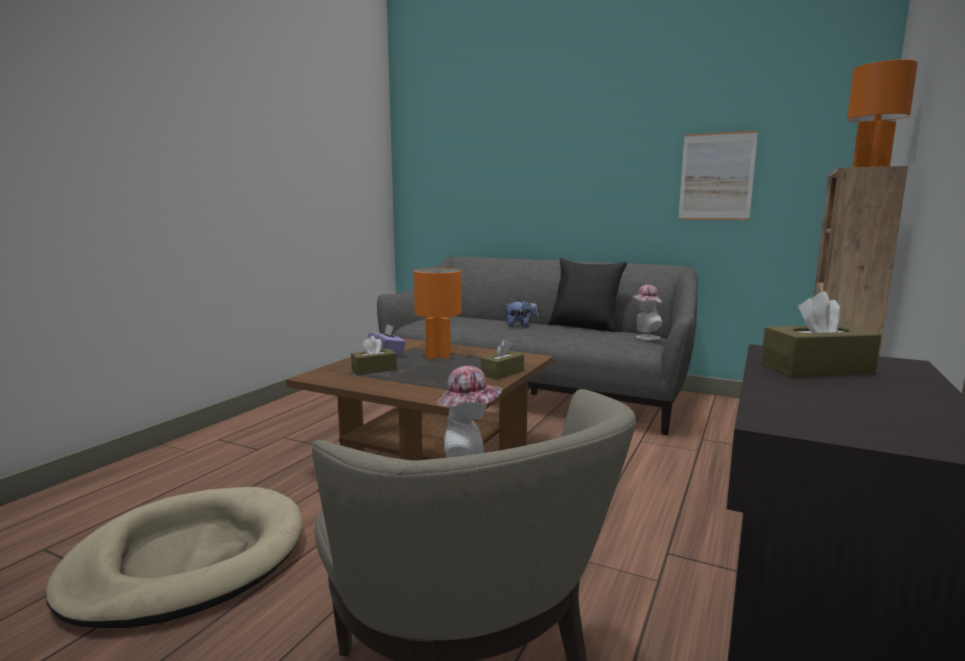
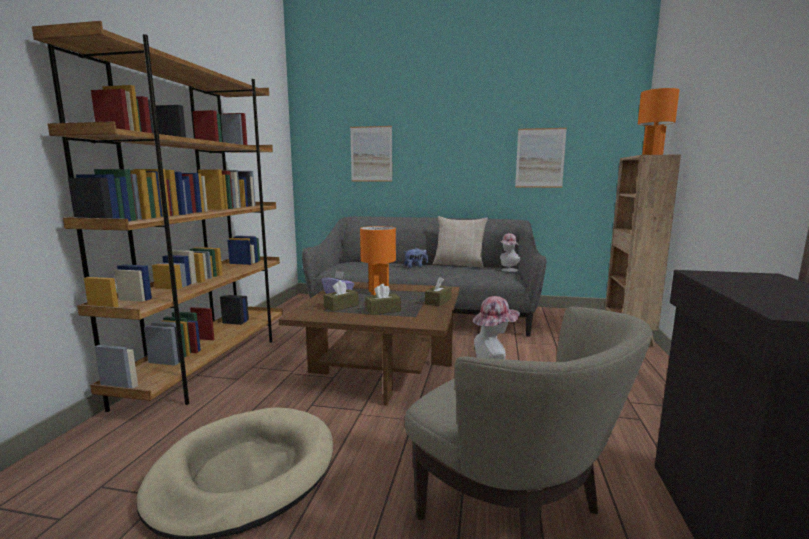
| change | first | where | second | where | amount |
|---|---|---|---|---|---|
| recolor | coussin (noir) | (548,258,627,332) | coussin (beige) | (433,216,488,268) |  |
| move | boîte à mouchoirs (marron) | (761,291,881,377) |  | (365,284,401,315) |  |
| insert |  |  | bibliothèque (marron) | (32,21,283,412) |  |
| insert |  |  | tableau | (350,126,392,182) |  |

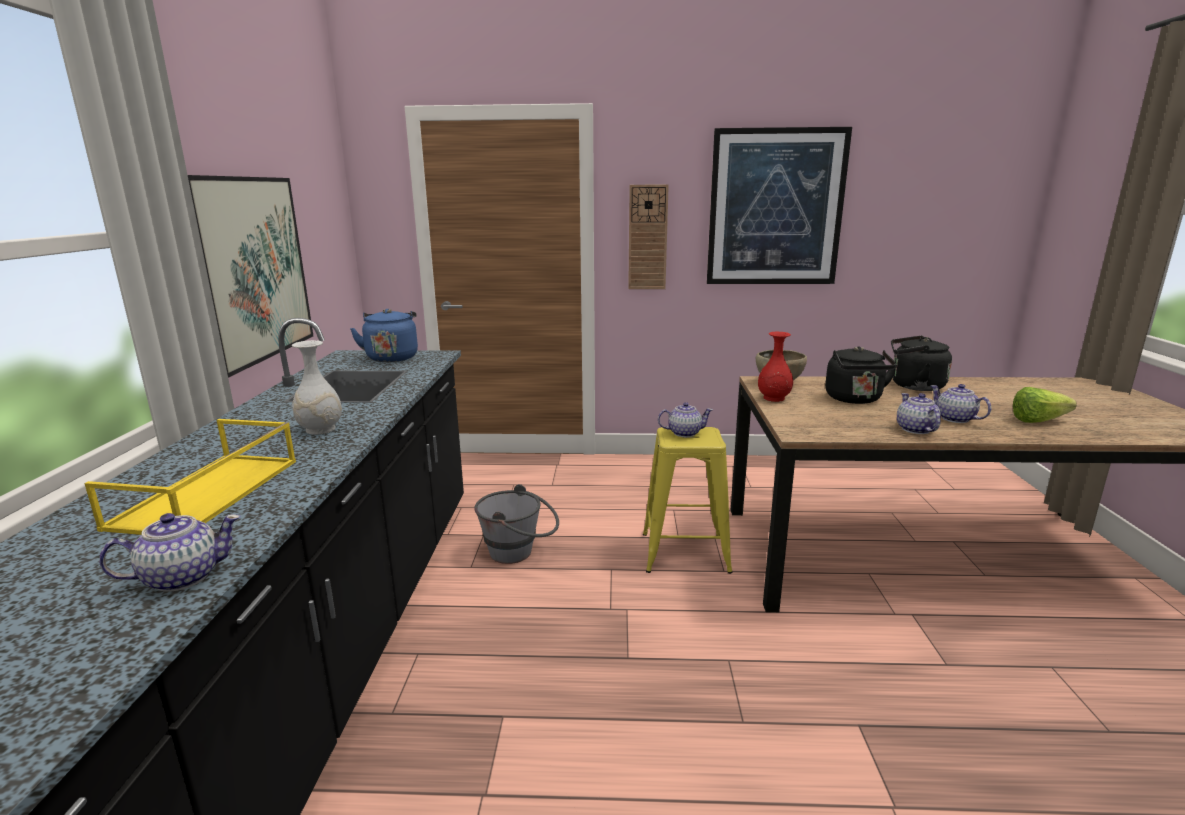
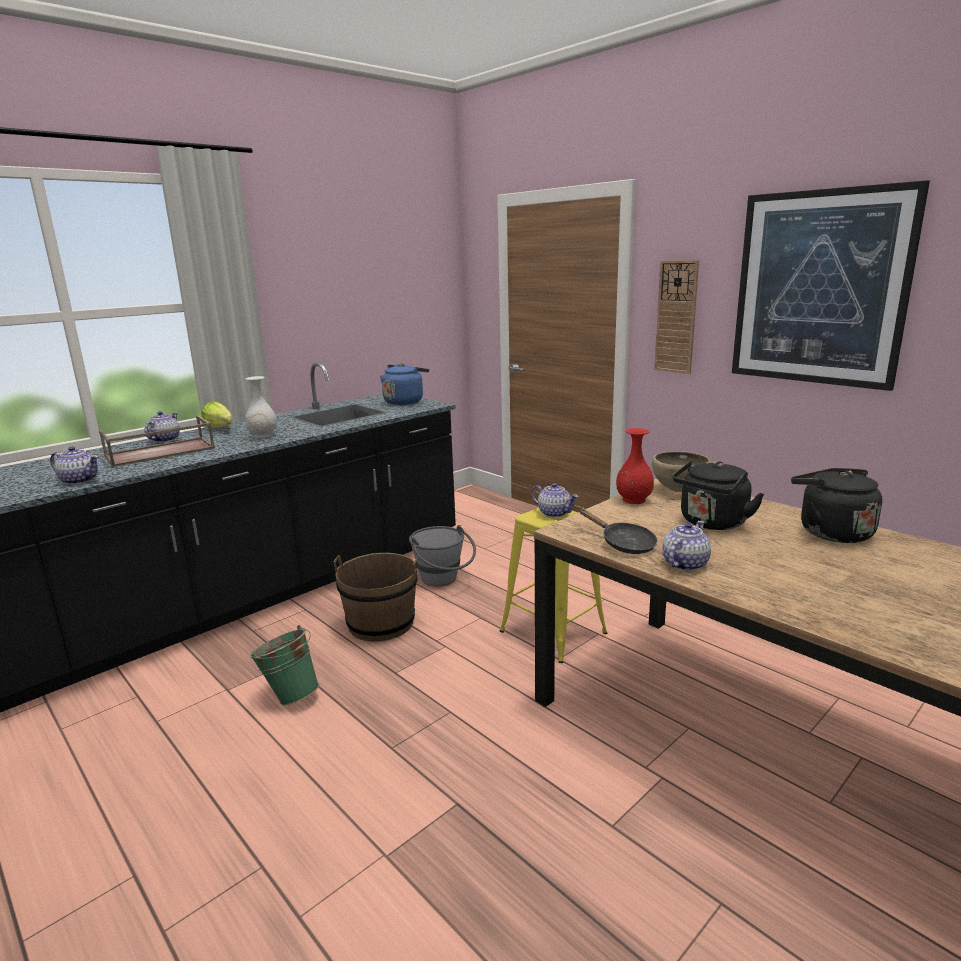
| change | first | where | second | where | amount |
|---|---|---|---|---|---|
| recolor | plateau (jaune) | (84,419,296,535) | plateau (marron) | (99,415,215,467) |  |
| delete | tableau | (188,175,313,378) |  |  |  |
| move | théière | (931,384,991,423) |  | (145,411,180,442) |  |
| move | laitue | (1013,387,1077,423) |  | (201,401,232,429) |  |
| insert |  |  | seau (vert) | (250,625,319,705) |  |
| insert |  |  | seau (marron) | (333,553,418,641) |  |
| insert |  |  | poêle (noir) | (579,509,657,554) |  |

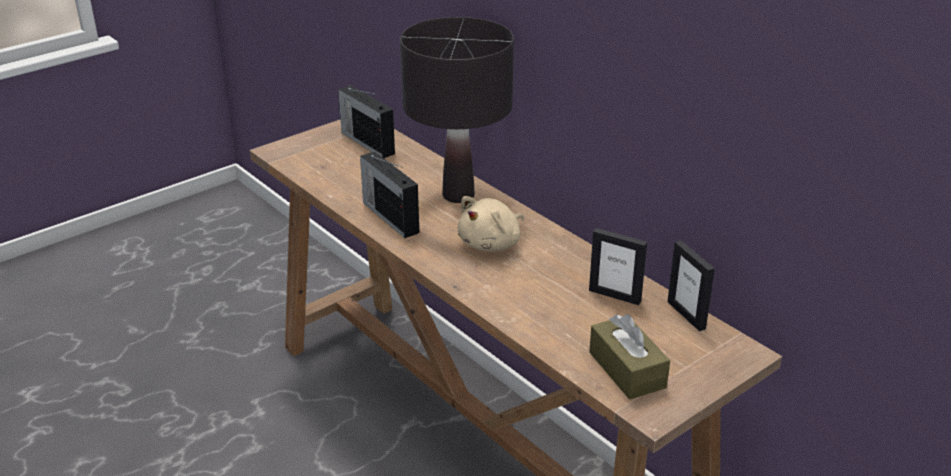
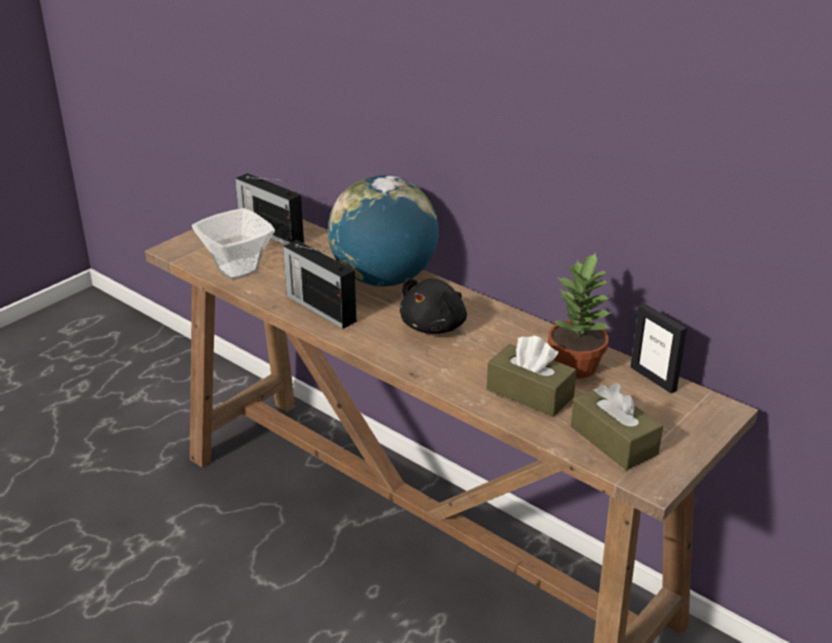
| change | first | where | second | where | amount |
|---|---|---|---|---|---|
| replace | lampe de table (noir) | (400,17,514,203) | globe | (328,175,439,286) |  |
| recolor | peluche (beige) | (458,196,524,251) | peluche (noir) | (400,278,467,334) |  |
| replace | cadre photo | (589,228,647,305) | plante en pot | (548,252,612,379) |  |
| insert |  |  | bol | (192,208,275,280) |  |
| insert |  |  | boîte à mouchoirs (marron) | (487,335,577,417) |  |

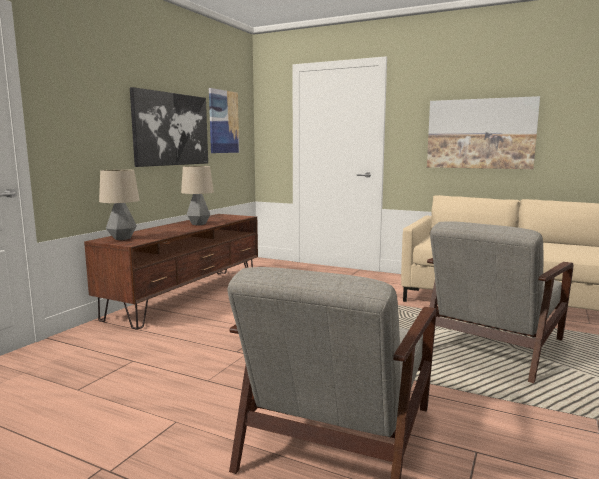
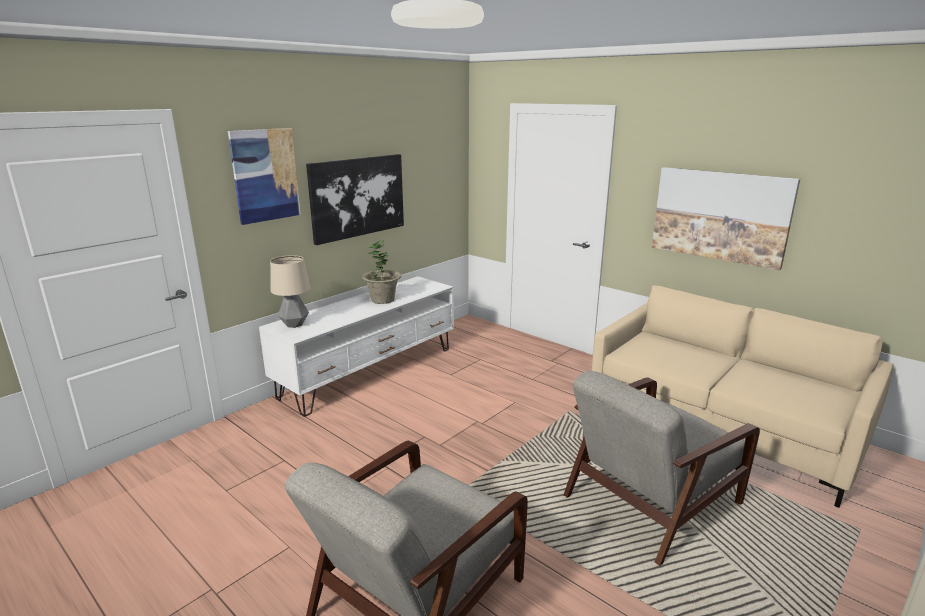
| change | first | where | second | where | amount |
|---|---|---|---|---|---|
| recolor | meuble télé (marron) | (84,214,258,330) | meuble télé (blanc) | (259,276,454,417) |  |
| replace | lampe de table | (181,166,214,225) | plante en pot | (362,240,401,304) |  |
| move | tableau | (209,88,239,153) |  | (228,128,301,225) |  |

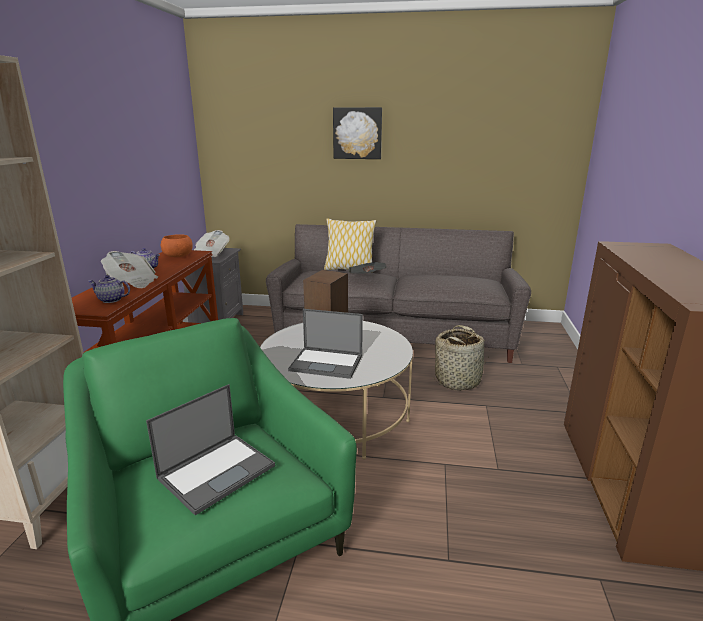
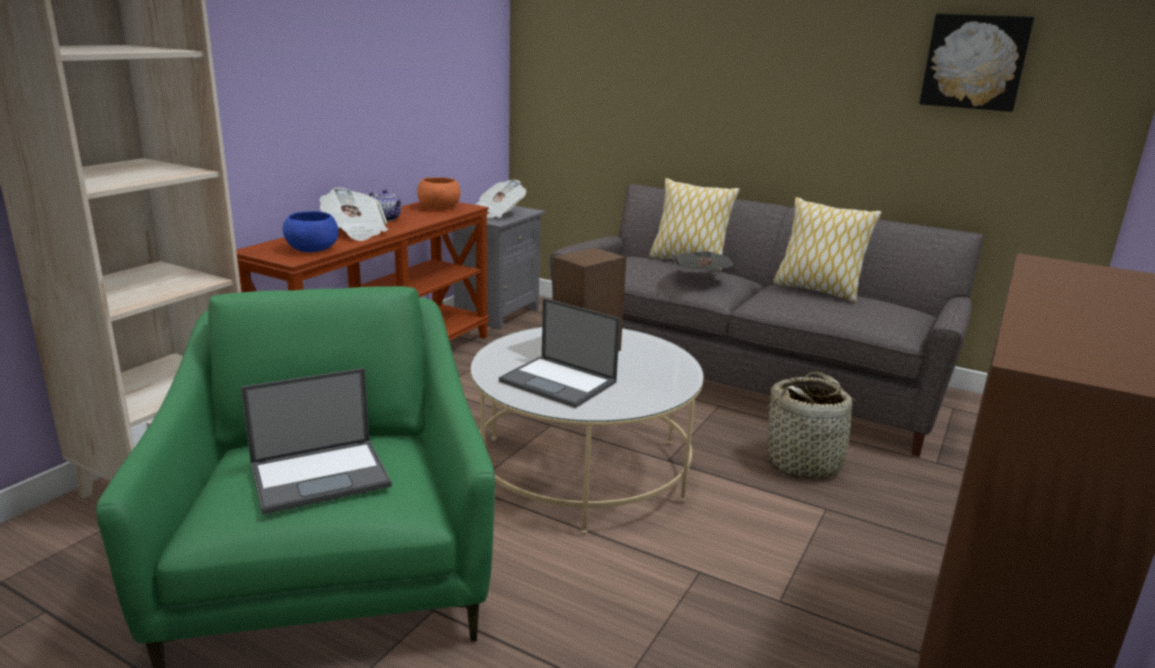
| change | first | where | second | where | amount |
|---|---|---|---|---|---|
| replace | théière | (88,275,130,303) | bol (bleu) | (283,211,338,252) |  |
| move | tableau | (333,107,382,159) |  | (919,14,1034,112) |  |
| insert |  |  | coussin | (773,197,882,303) |  |

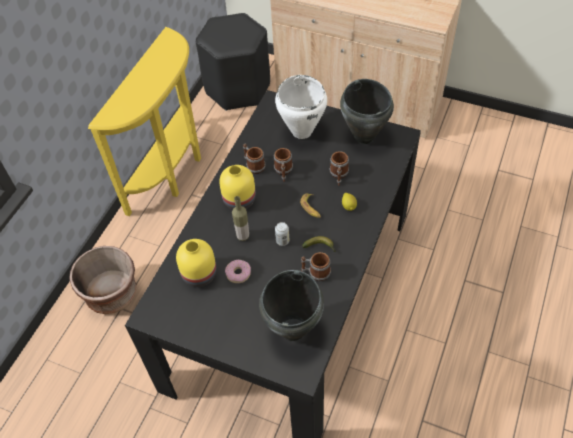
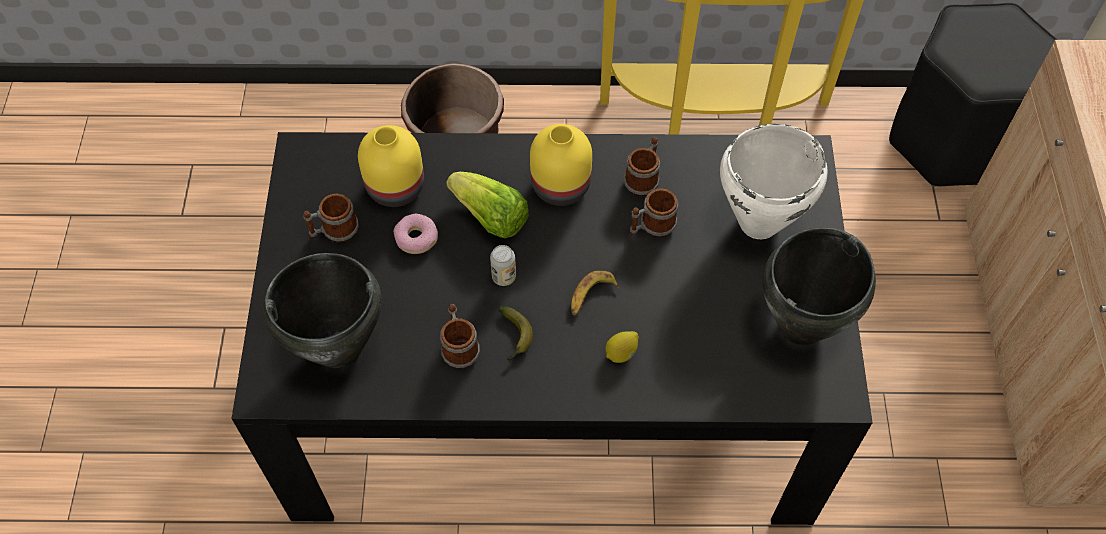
| change | first | where | second | where | amount |
|---|---|---|---|---|---|
| replace | bouteille | (232,196,249,241) | laitue | (446,172,529,238) |  |
| move | mug | (330,151,349,185) |  | (303,193,359,243) |  |

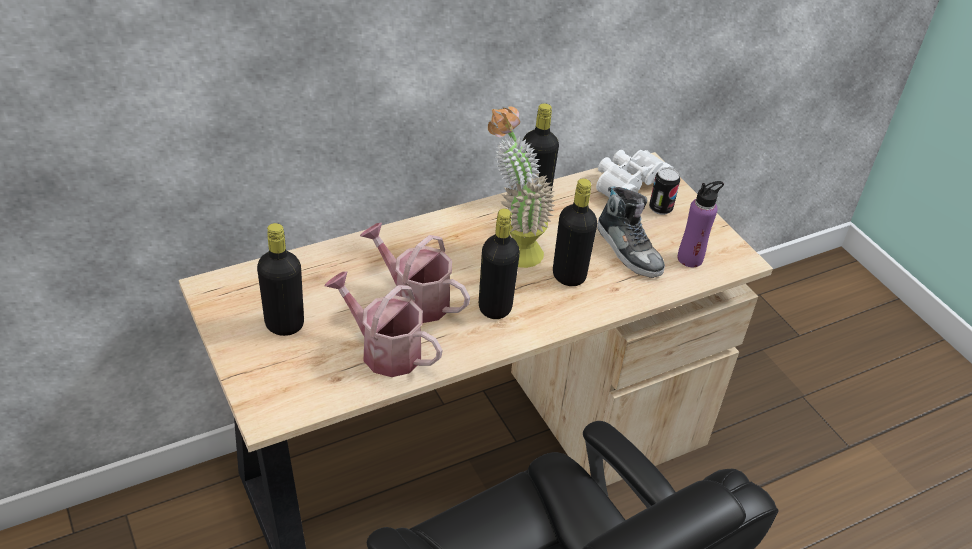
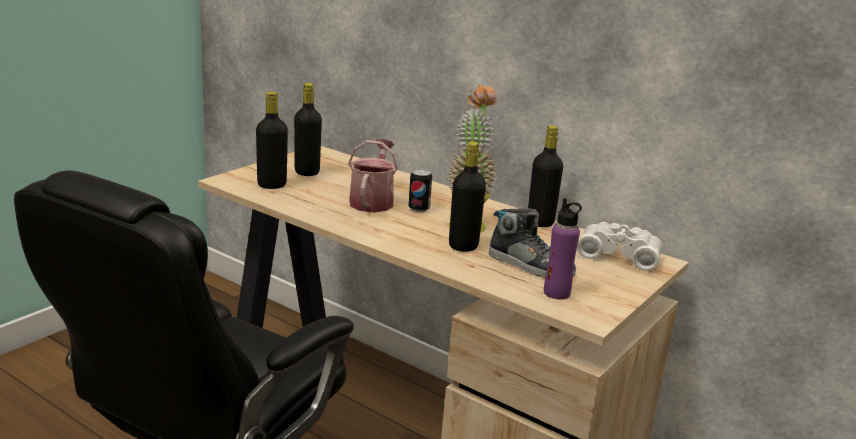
| change | first | where | second | where | amount |
|---|---|---|---|---|---|
| delete | arrosoir | (324,271,442,377) |  |  |  |
| move | bouteille (noir) | (479,208,520,319) |  | (256,92,288,189) |  |
| rotate | chaussure | (597,186,665,278) |  | (489,208,576,278) | 90 degrees counterclockwise |
| move | boîte métallique | (649,167,680,215) |  | (408,169,432,212) |  |

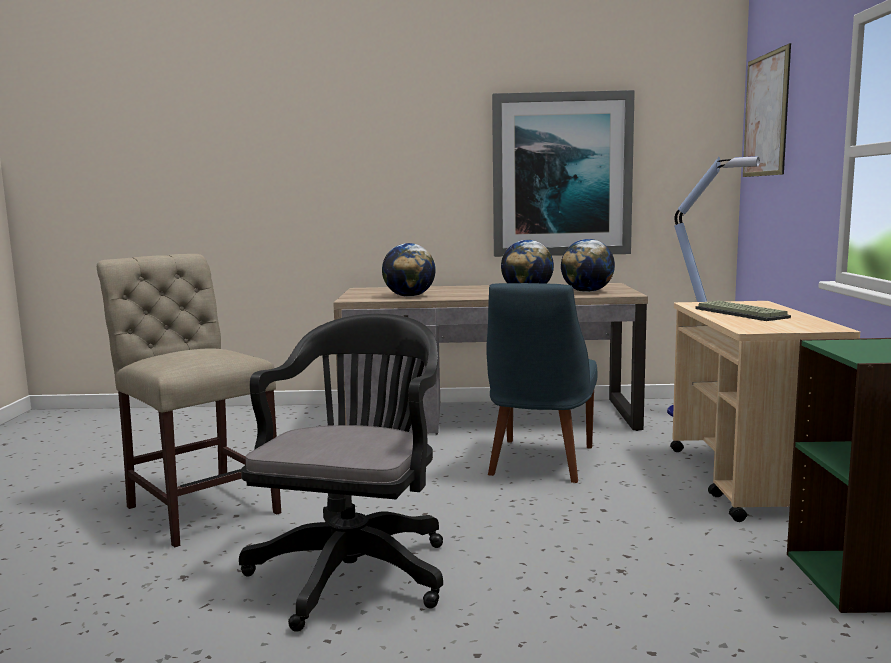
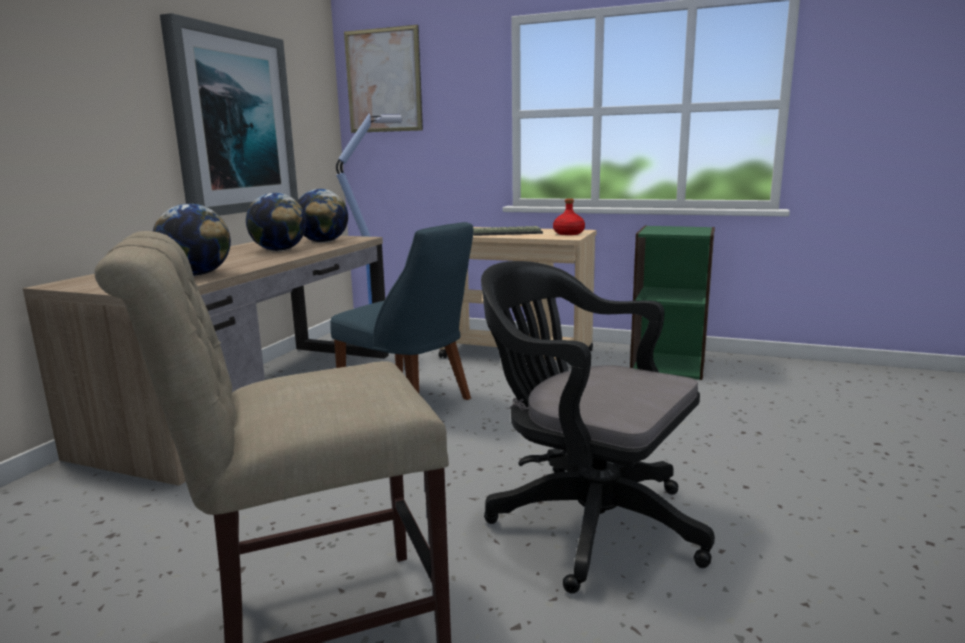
| change | first | where | second | where | amount |
|---|---|---|---|---|---|
| insert |  |  | bouteille (rouge) | (553,199,585,235) |  |

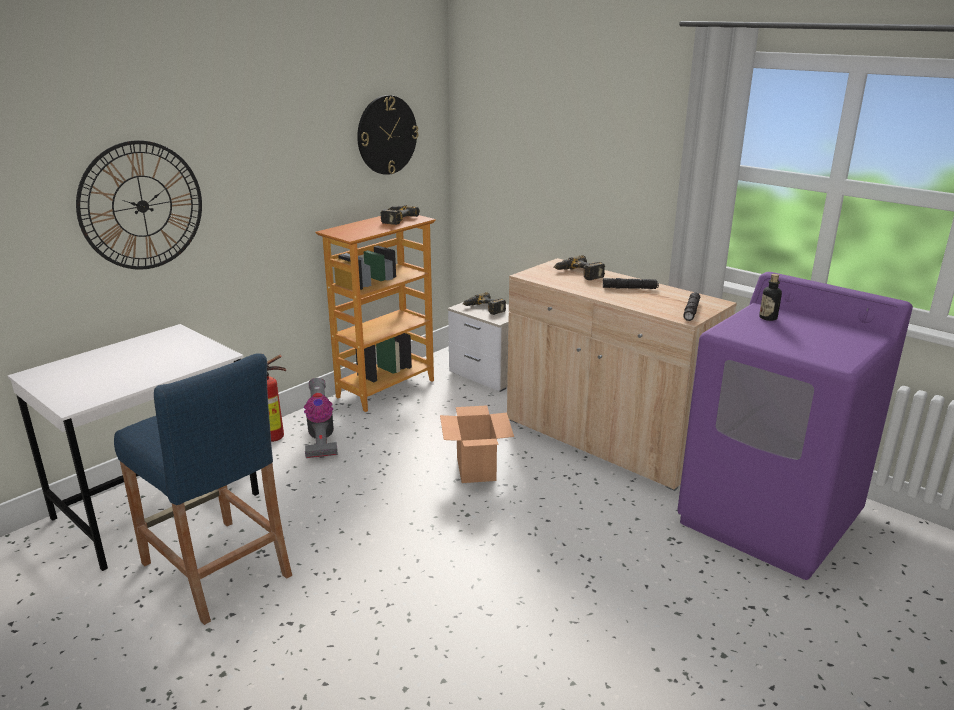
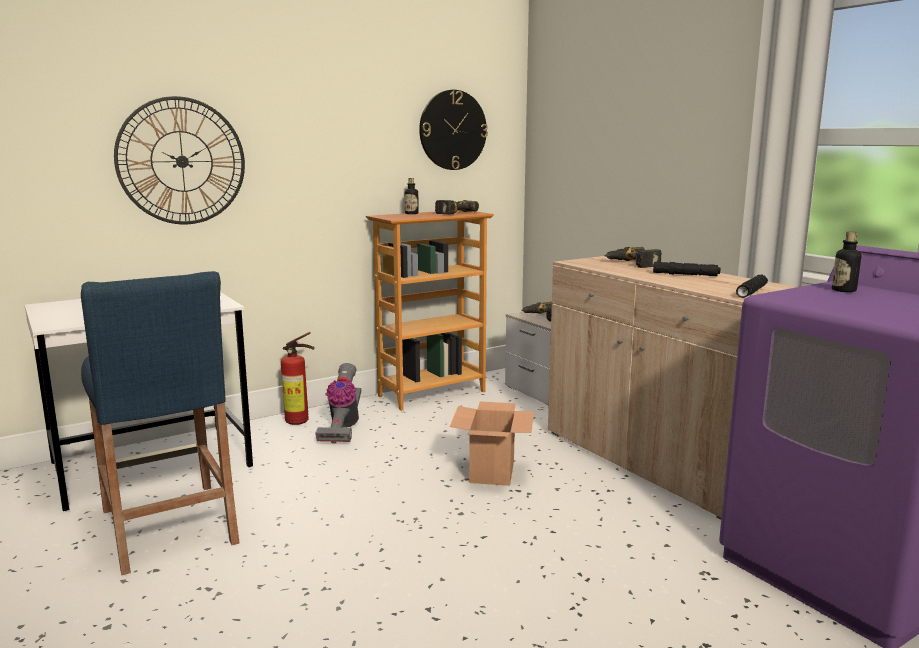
| change | first | where | second | where | amount |
|---|---|---|---|---|---|
| insert |  |  | bouteille | (405,178,419,214) |  |

